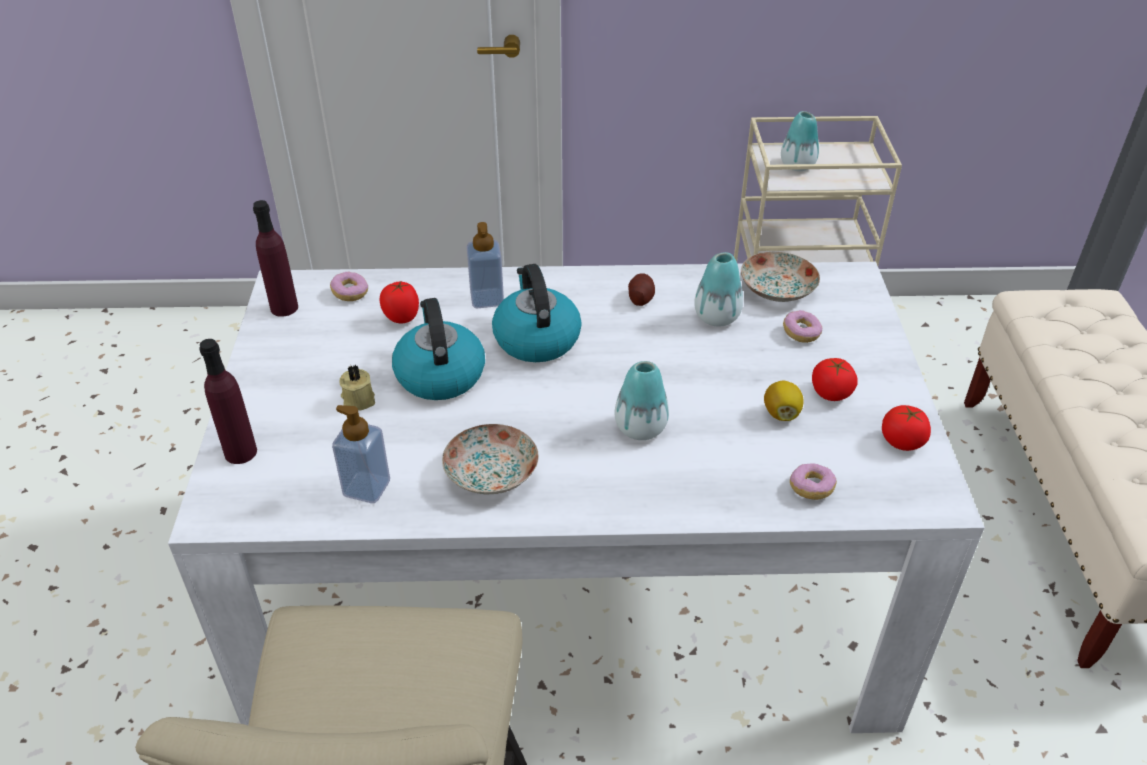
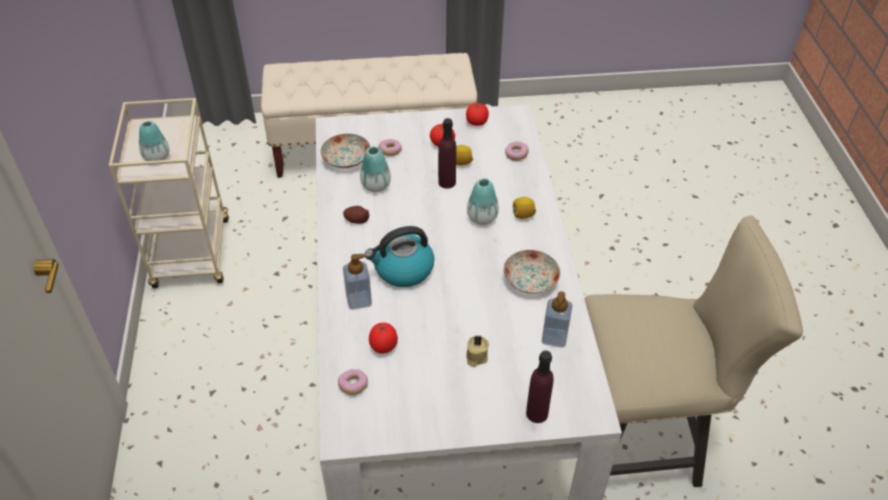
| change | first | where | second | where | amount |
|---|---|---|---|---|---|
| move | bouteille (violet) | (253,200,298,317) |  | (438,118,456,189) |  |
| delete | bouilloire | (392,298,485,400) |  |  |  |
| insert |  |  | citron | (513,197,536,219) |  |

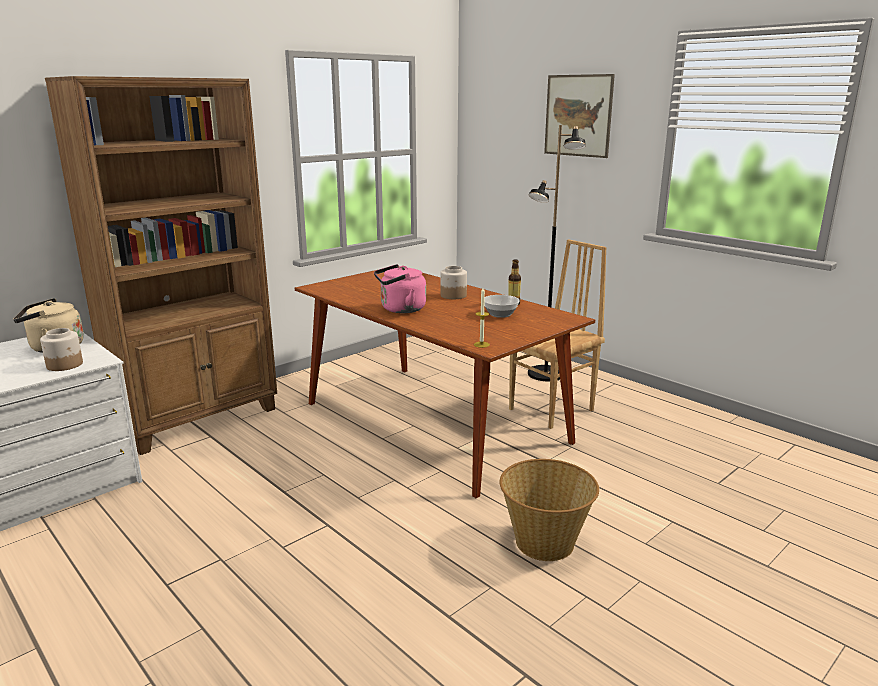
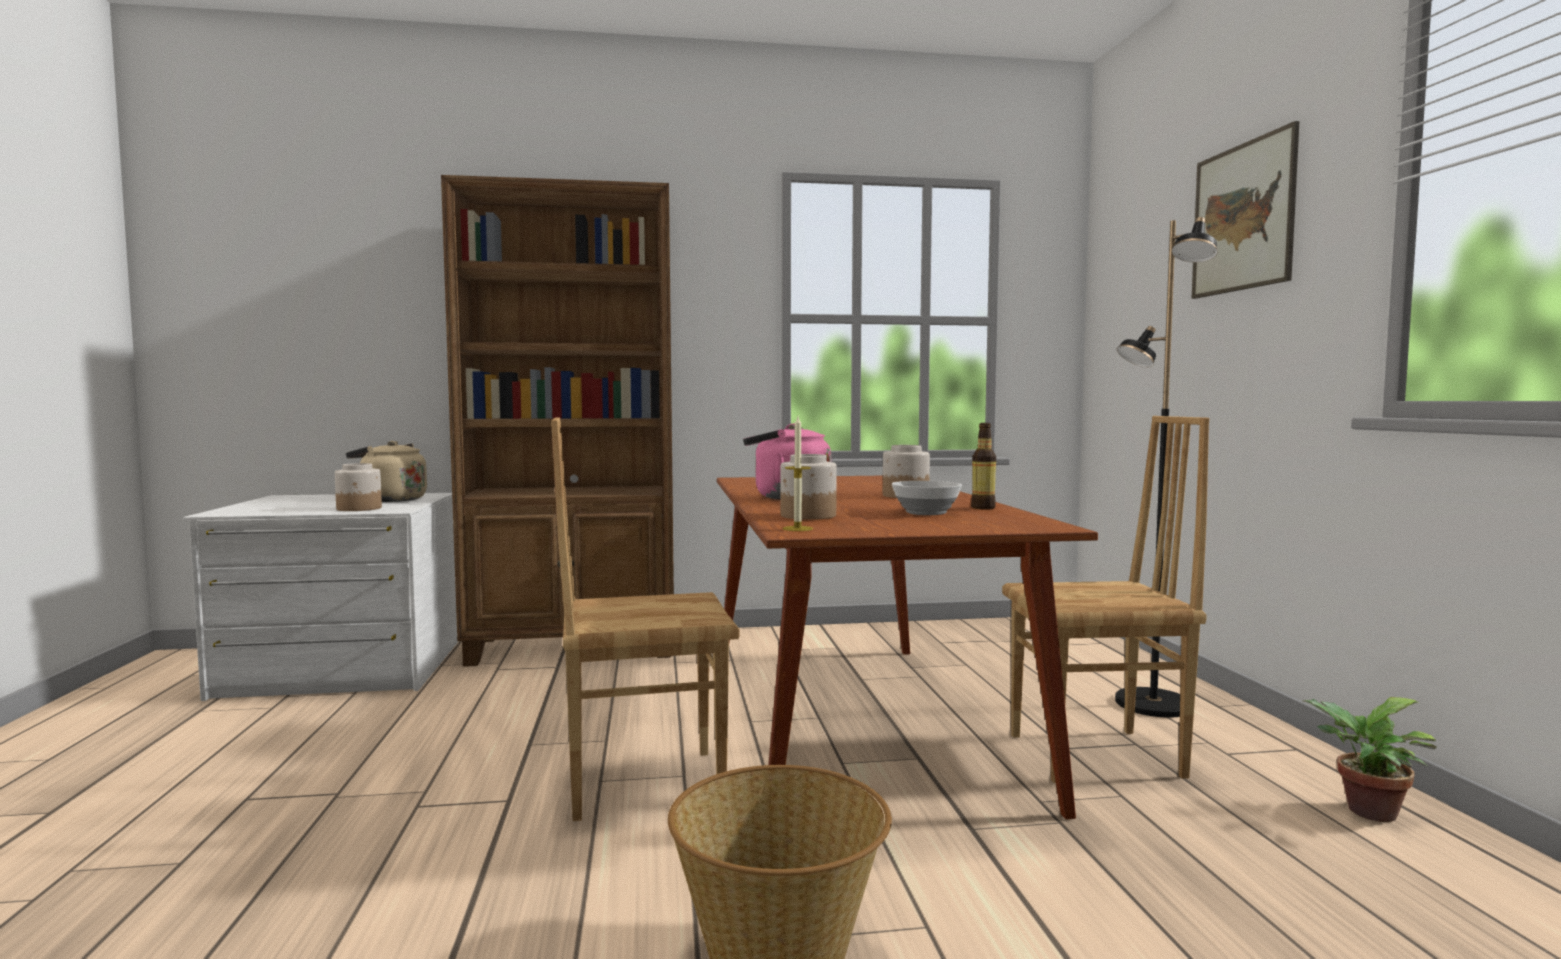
| change | first | where | second | where | amount |
|---|---|---|---|---|---|
| insert |  |  | chaise (marron) | (551,417,739,821) |  |
| insert |  |  | bocal | (780,454,837,520) |  |
| insert |  |  | plante en pot | (1304,697,1437,822) |  |

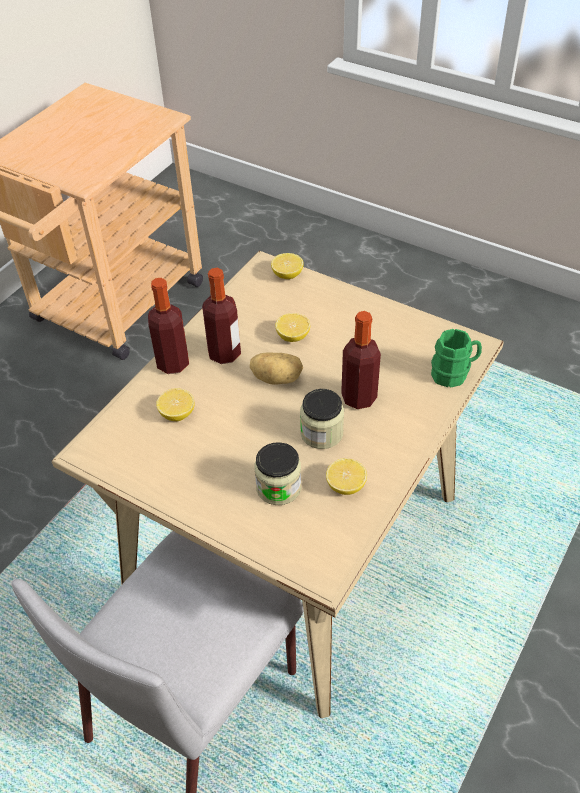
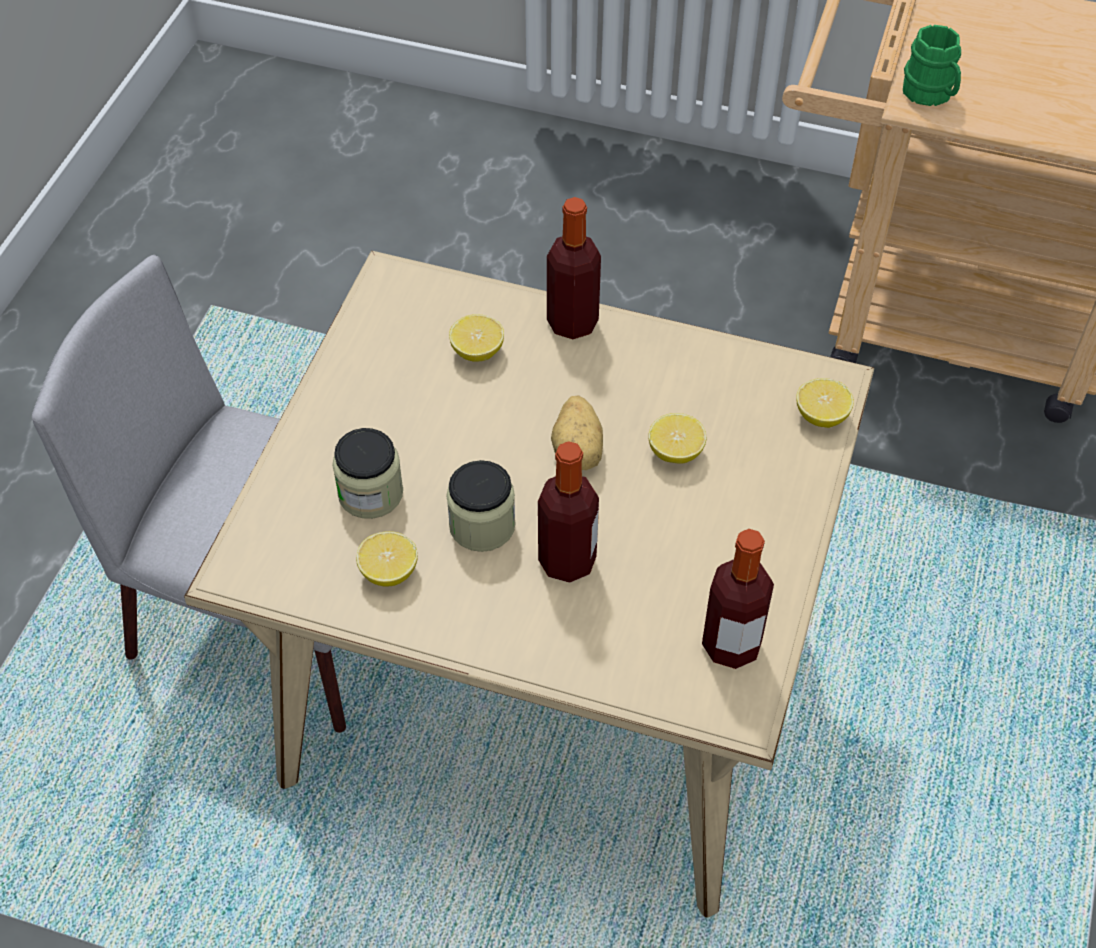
| change | first | where | second | where | amount |
|---|---|---|---|---|---|
| move | bouteille | (202,268,241,364) |  | (702,529,774,669) |  |
| move | mug (vert) | (431,329,482,388) |  | (903,25,961,106) |  |

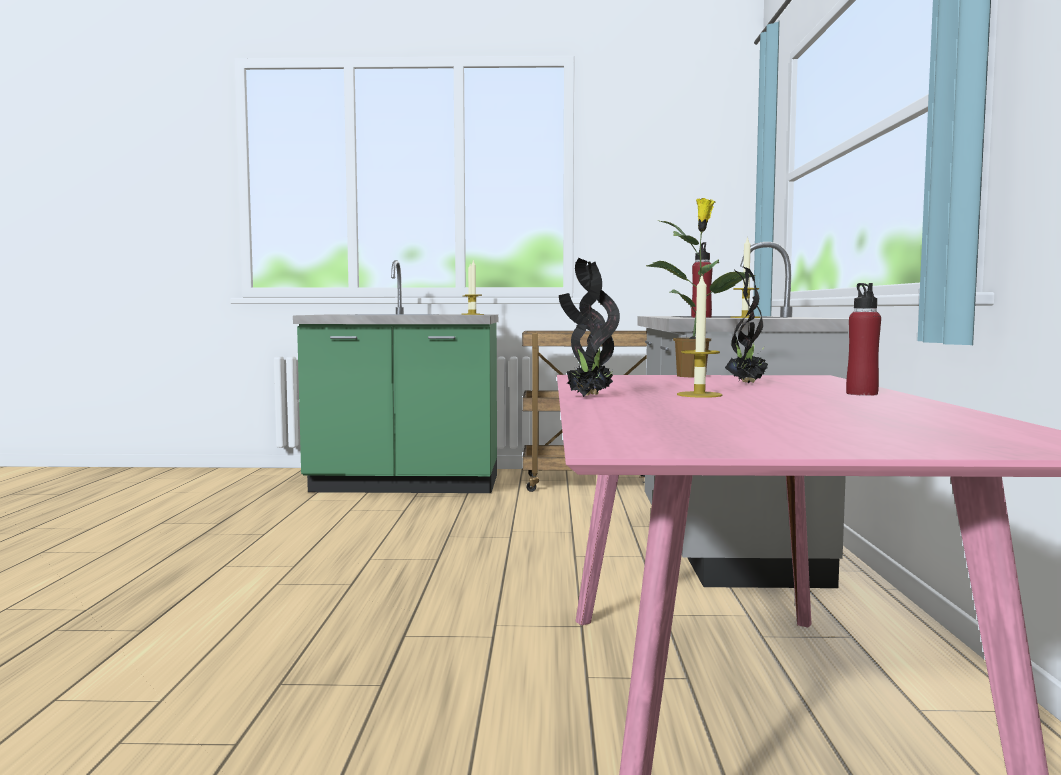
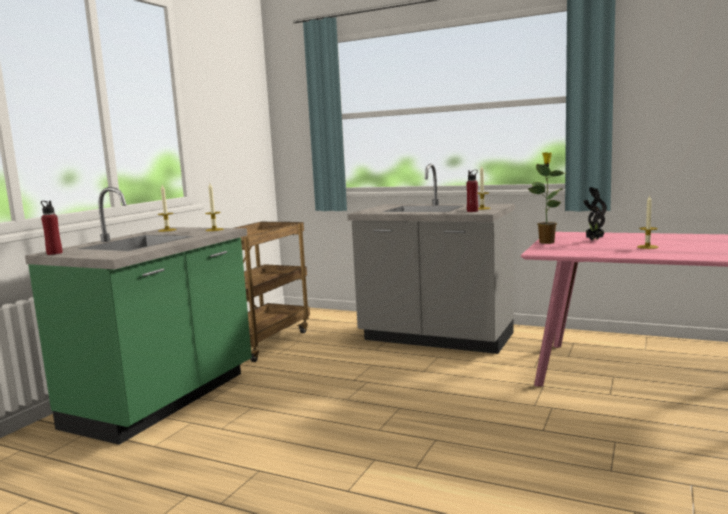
| change | first | where | second | where | amount |
|---|---|---|---|---|---|
| delete | plante en pot | (559,258,620,397) |  |  |  |
| move | bouteille (rouge) | (846,283,881,396) |  | (41,201,63,255) |  |

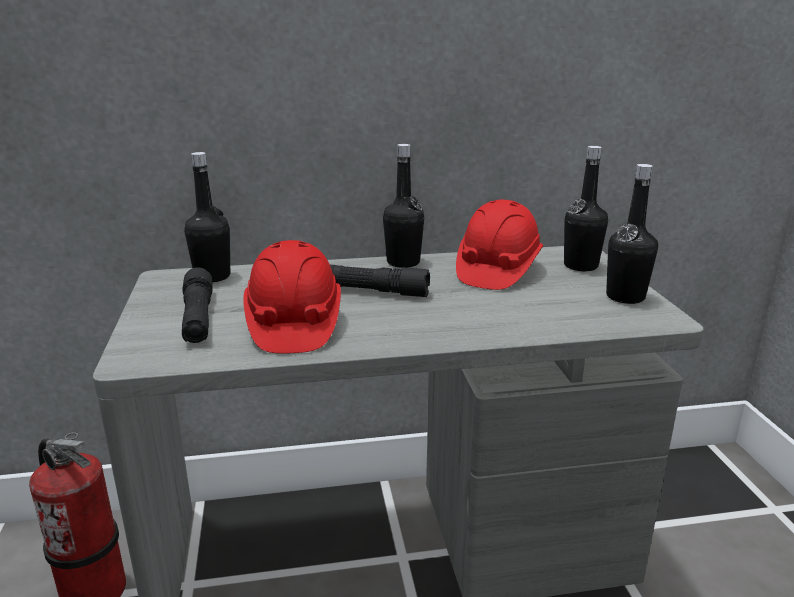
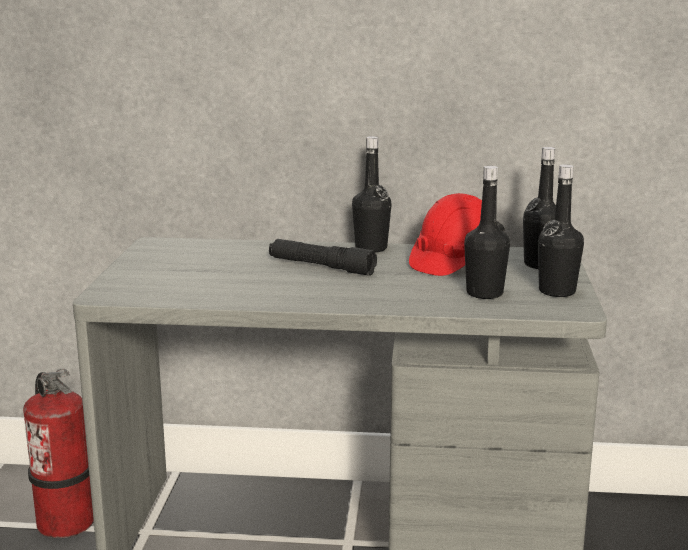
| change | first | where | second | where | amount |
|---|---|---|---|---|---|
| delete | lampe de poche (noir) | (182,267,213,343) |  |  |  |
| move | bouteille (noir) | (184,152,230,282) |  | (464,166,510,299) |  |
| delete | casque de chantier (rouge) | (243,240,341,354) |  |  |  |

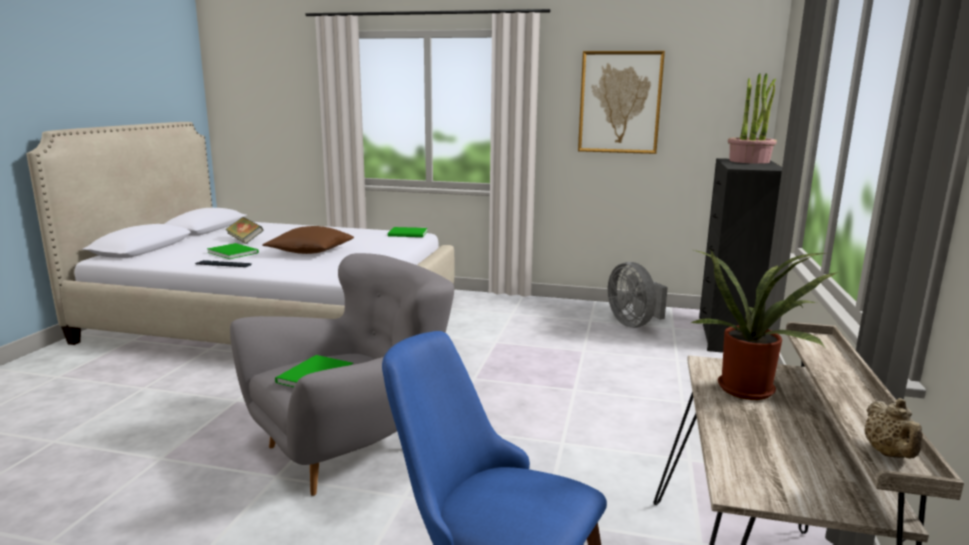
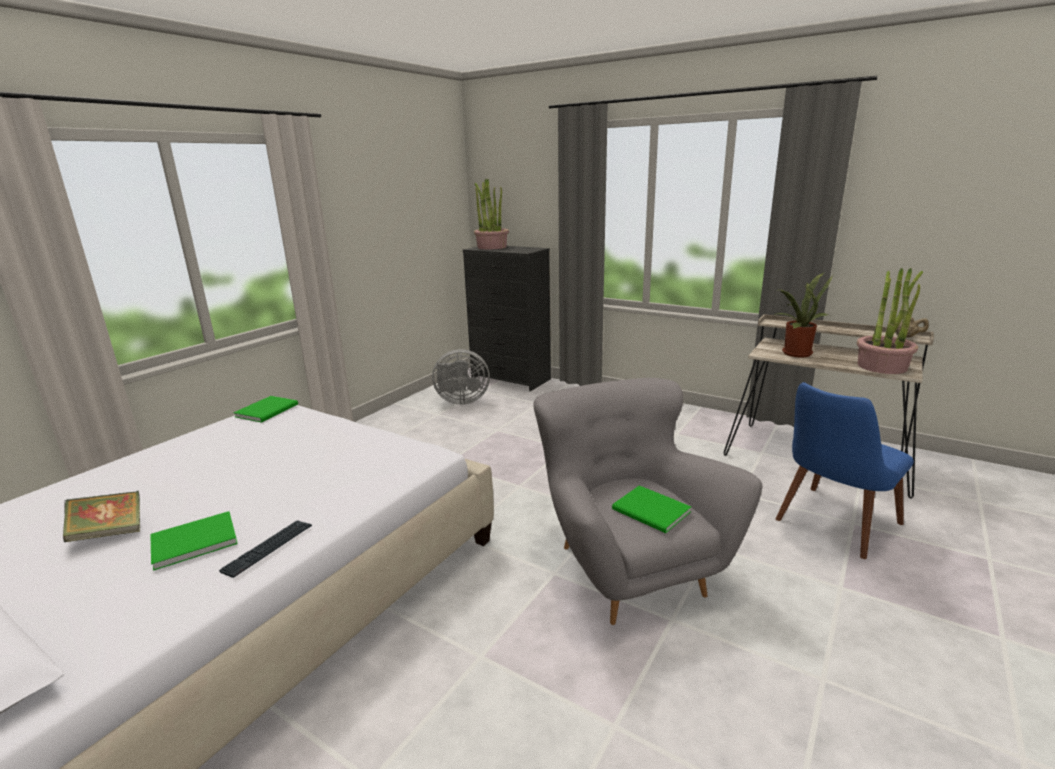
| change | first | where | second | where | amount |
|---|---|---|---|---|---|
| delete | coussin (marron) | (262,226,354,254) |  |  |  |
| delete | tableau | (578,51,665,154) |  |  |  |
| insert |  |  | plante en pot | (857,268,923,374) |  |

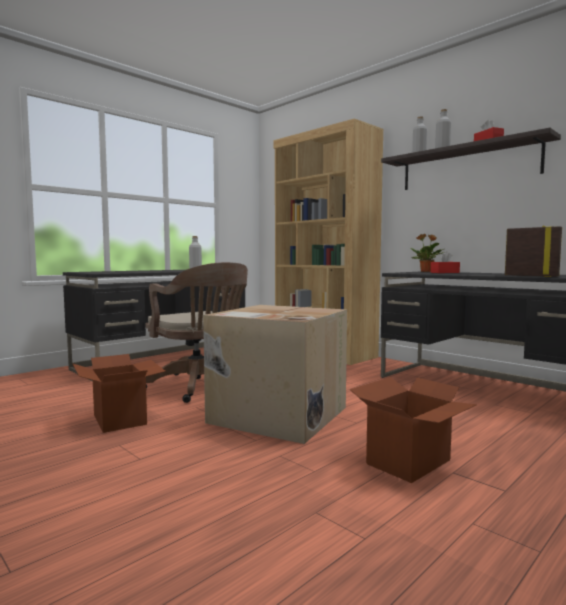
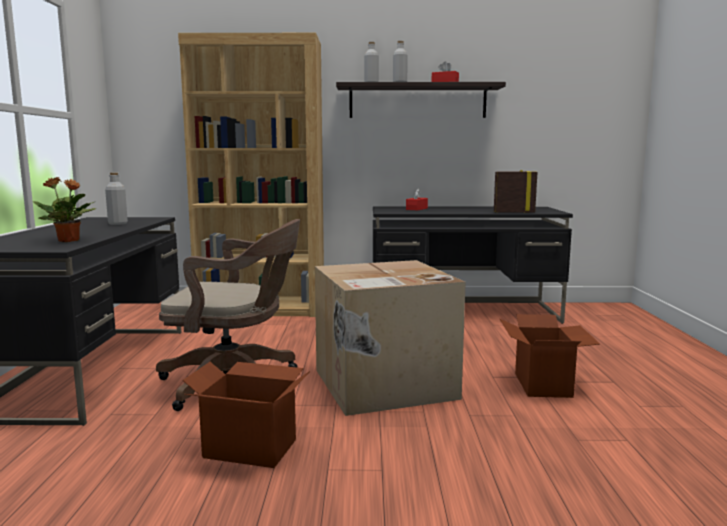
| change | first | where | second | where | amount |
|---|---|---|---|---|---|
| move | plante en pot | (410,234,444,272) |  | (33,177,96,242) |  |

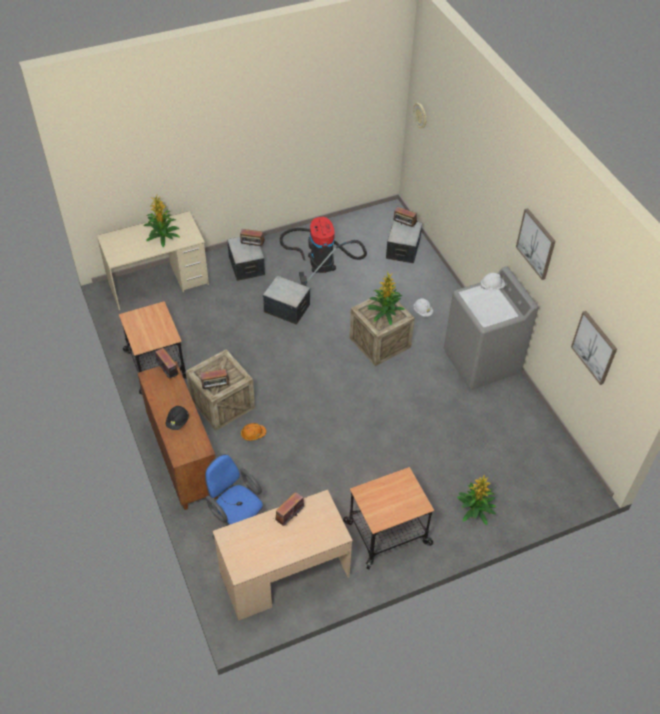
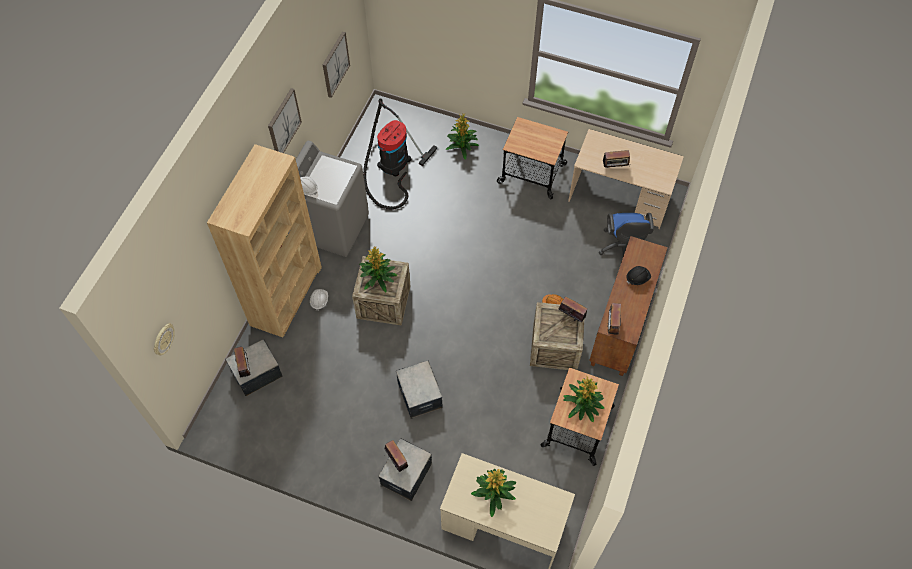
| change | first | where | second | where | amount |
|---|---|---|---|---|---|
| move | aspirateur | (280,217,367,286) |  | (363,98,437,210) |  |
| insert |  |  | bibliothèque (marron) | (207,144,322,337) |  |
| insert |  |  | plante en pot | (563,375,604,422) |  |

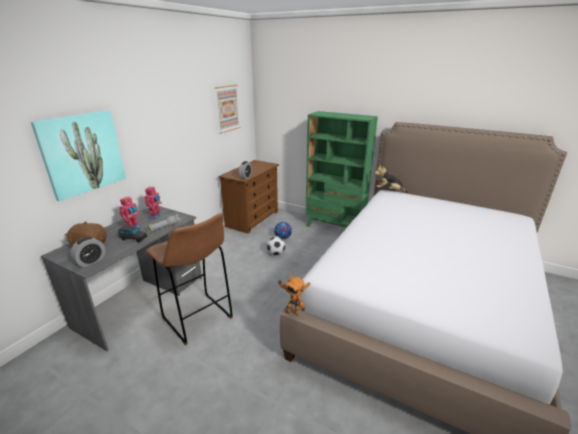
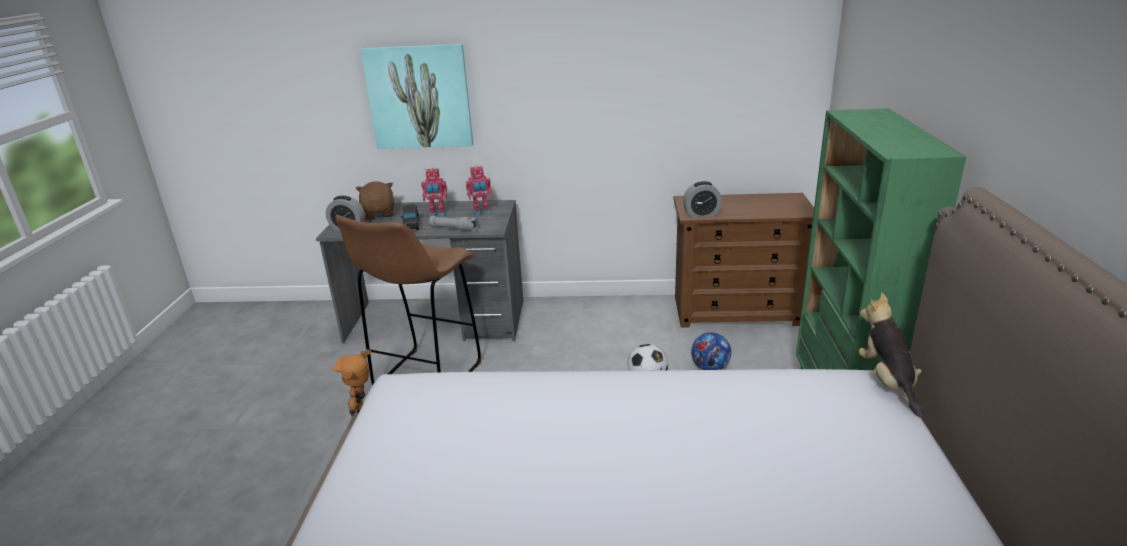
| change | first | where | second | where | amount |
|---|---|---|---|---|---|
| delete | tableau | (215,85,240,134) |  |  |  |

